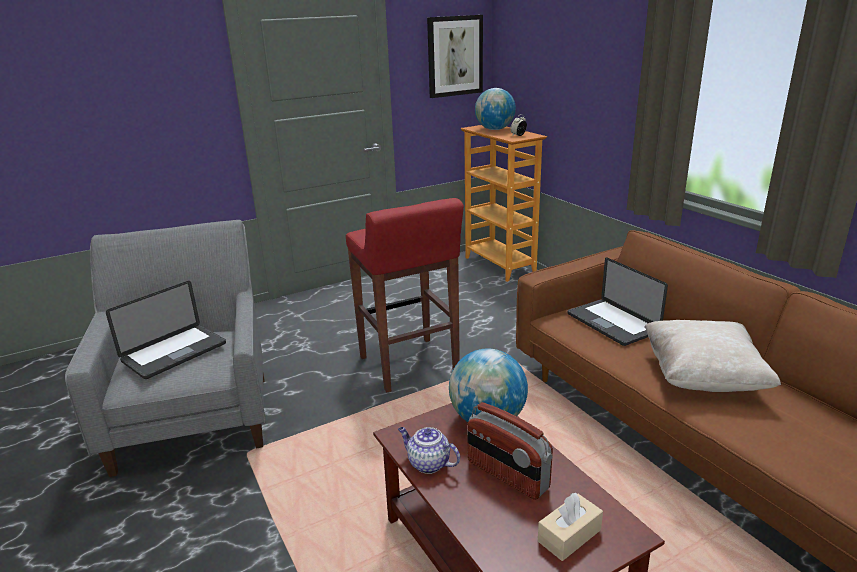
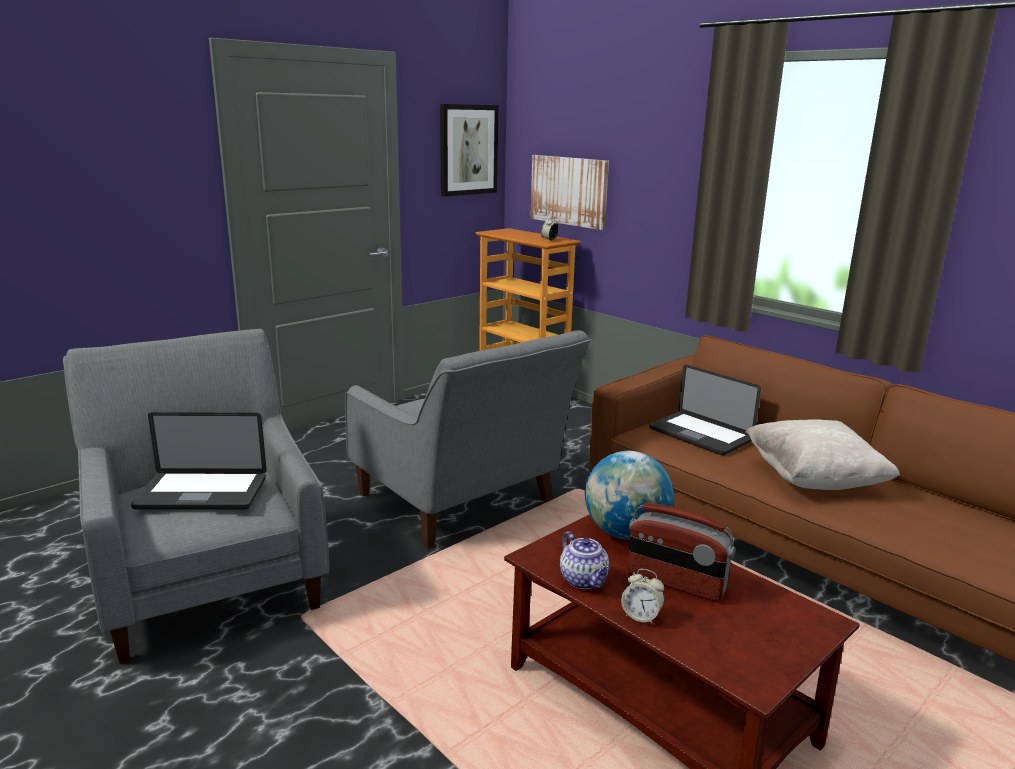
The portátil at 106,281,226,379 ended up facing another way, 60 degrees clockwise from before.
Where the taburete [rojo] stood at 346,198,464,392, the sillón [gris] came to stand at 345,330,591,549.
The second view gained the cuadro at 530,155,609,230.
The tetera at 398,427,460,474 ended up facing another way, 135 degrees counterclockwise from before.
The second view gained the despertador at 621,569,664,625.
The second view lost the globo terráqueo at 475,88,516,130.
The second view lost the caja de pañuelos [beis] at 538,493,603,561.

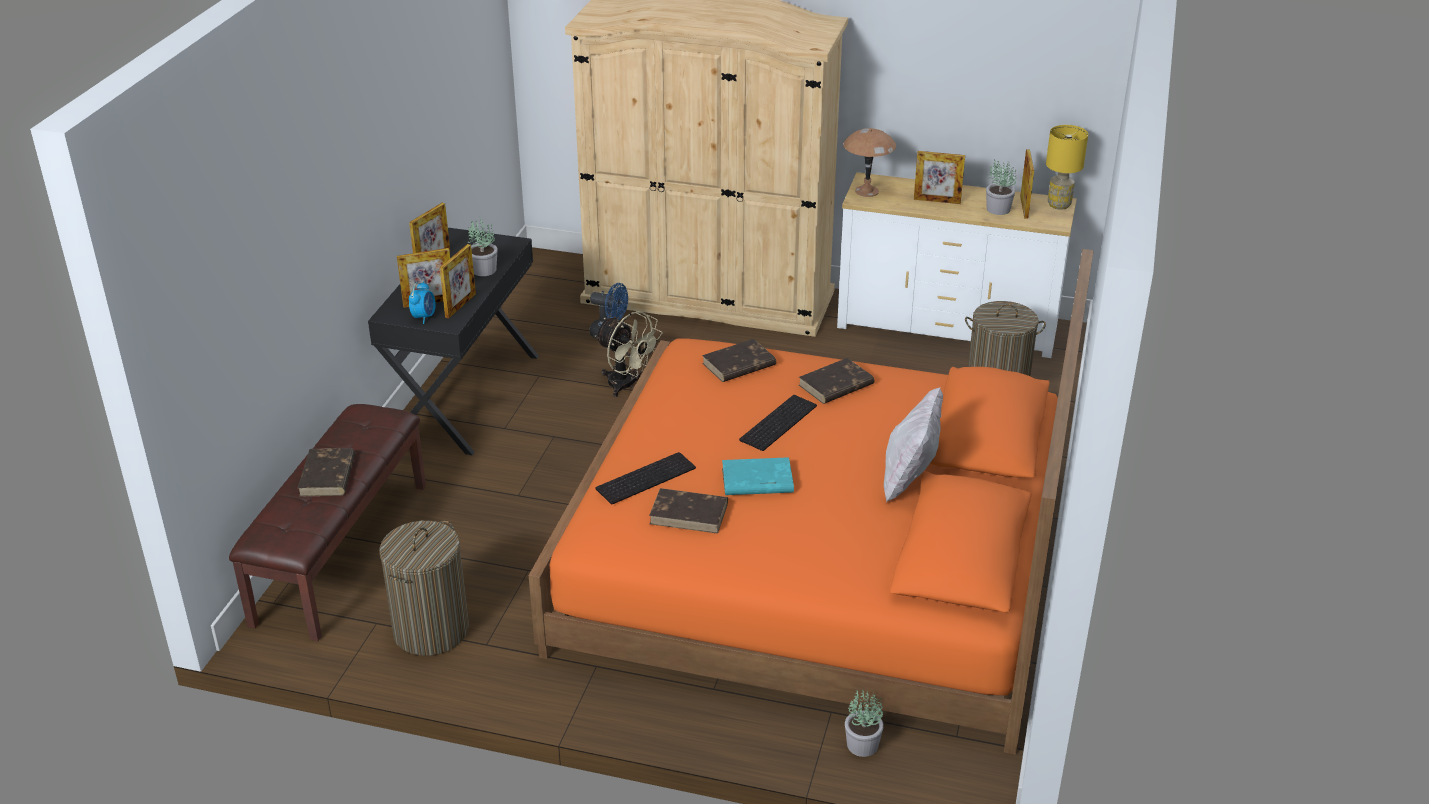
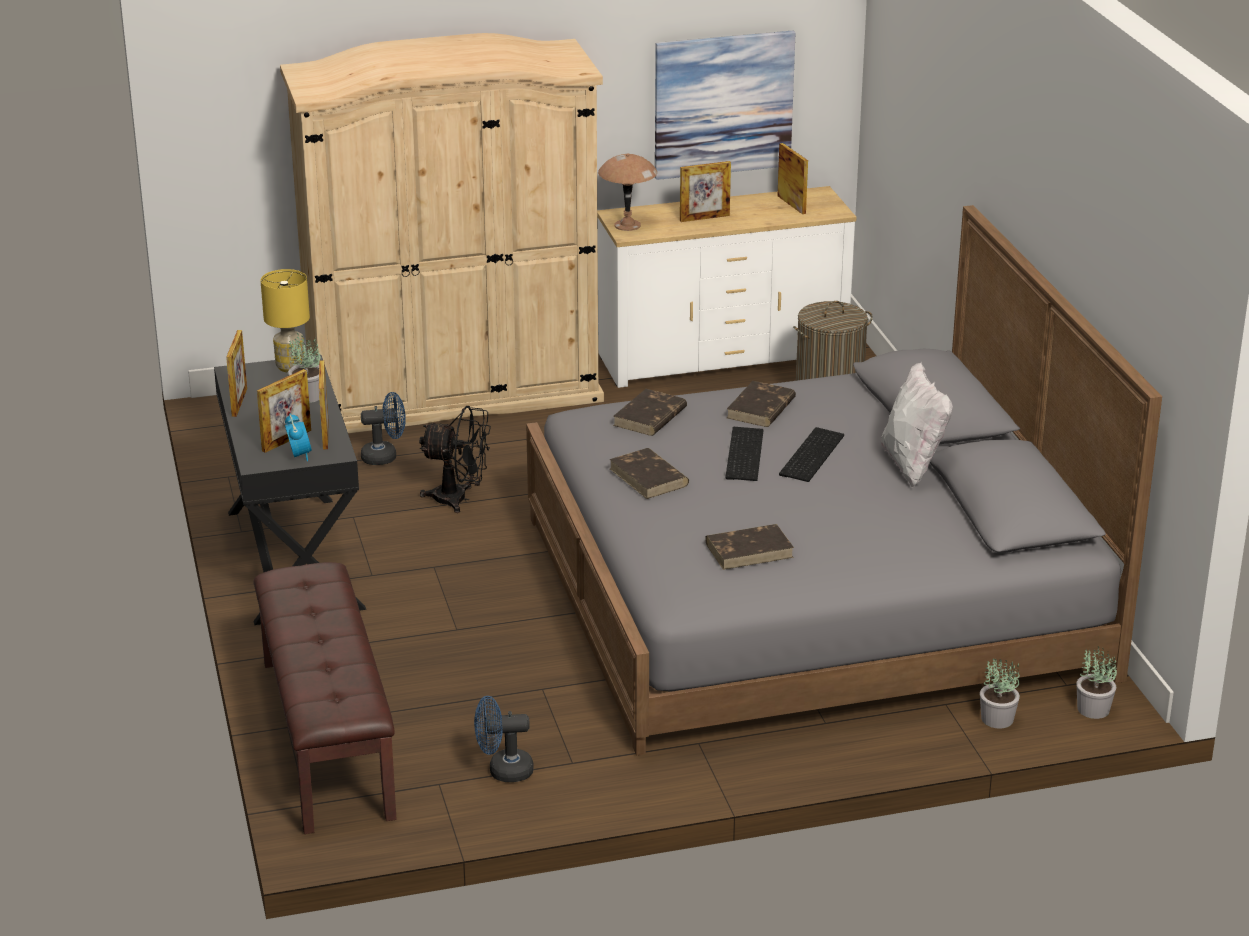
The lámpara de mesa [amarillo] ended up elsewhere, having gone from 1046,125,1088,210 to 261,269,310,372.
What was the ventilador [beis] at 595,311,663,397 turned into the ventilador [negro] at 419,406,491,513.
Where the cesto de la ropa stood at 379,521,469,656, the ventilador [azul] came to stand at 474,696,534,782.
What was the cama [naranja] at 529,249,1094,755 turned into the cama [gris] at 526,205,1162,755.
The libro [marrón] ended up elsewhere, having gone from 298,448,356,497 to 609,448,689,499.
The second view gained the cuadro at 655,31,795,180.
The teclado ended up elsewhere, having gone from 595,452,696,504 to 779,427,844,482.
The planta en maceta ended up elsewhere, having gone from 986,160,1017,215 to 1076,646,1117,719.
The second view lost the libro [turquesa] at 722,457,794,495.

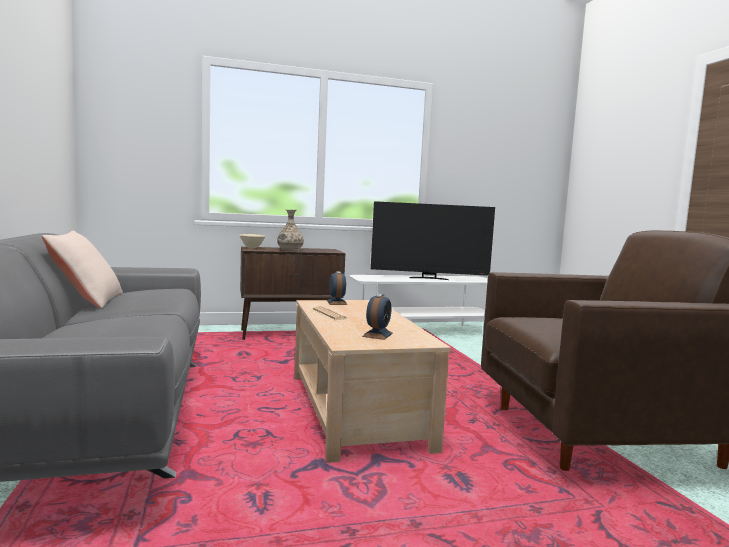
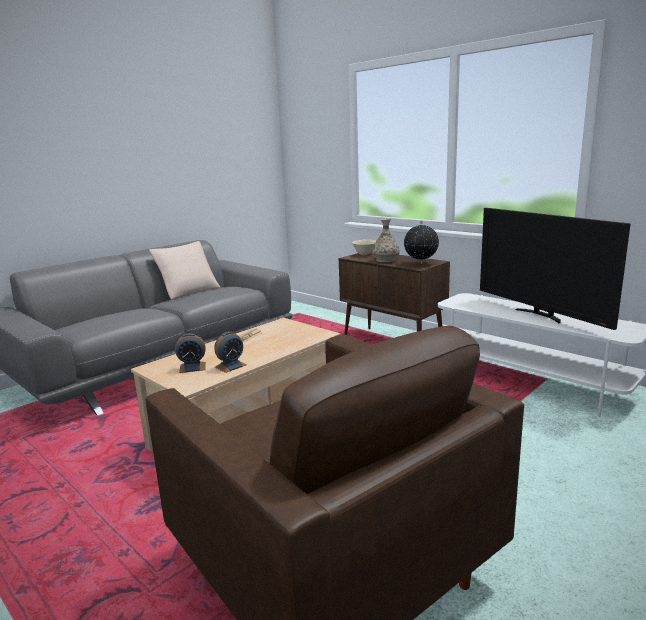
The despertador ended up elsewhere, having gone from 327,271,347,305 to 214,331,246,373.
The second view gained the globo terráqueo at 404,221,439,264.

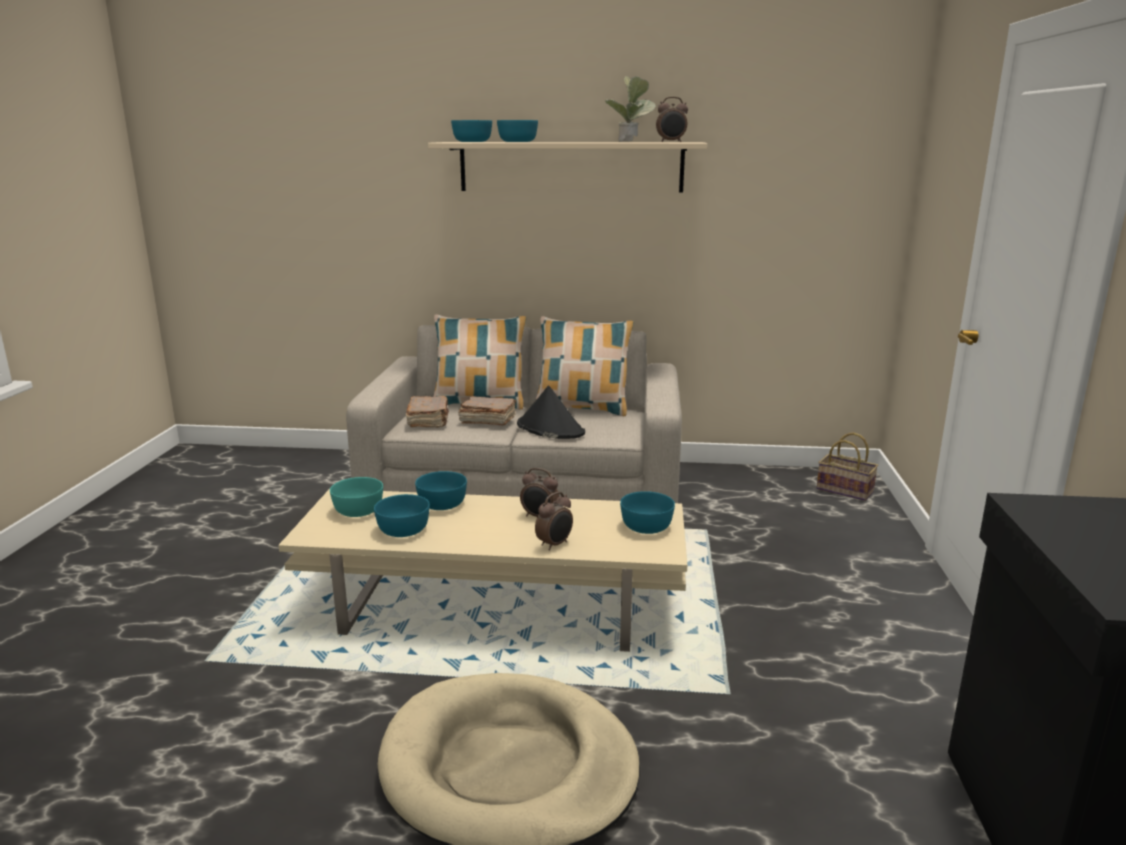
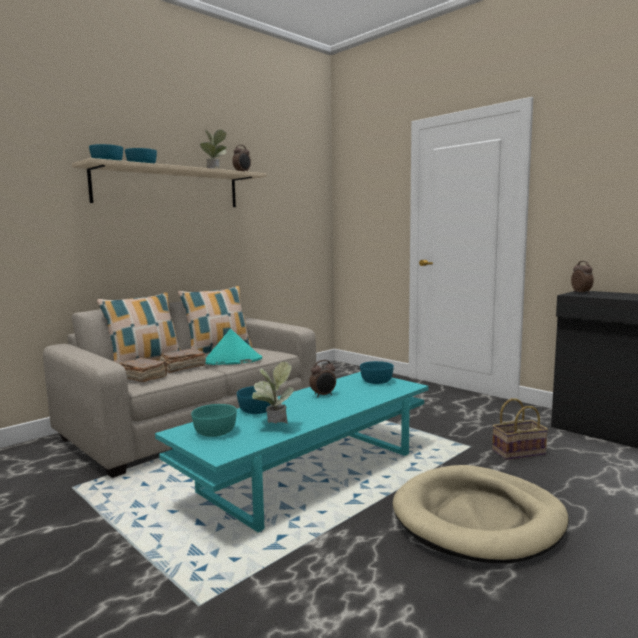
What was the mesa de centro [beis] at 278,489,687,652 turned into the mesa de centro [turquesa] at 155,372,428,532.
What was the sombrero [negro] at 517,385,585,439 turned into the sombrero [turquesa] at 205,329,262,365.
Where the cuenco [turquesa] stood at 374,494,430,537, the planta en maceta came to stand at 252,362,293,424.
The cesta ended up elsewhere, having gone from 817,432,878,501 to 492,398,548,460.
The despertador ended up elsewhere, having gone from 535,492,573,551 to 571,261,594,294.

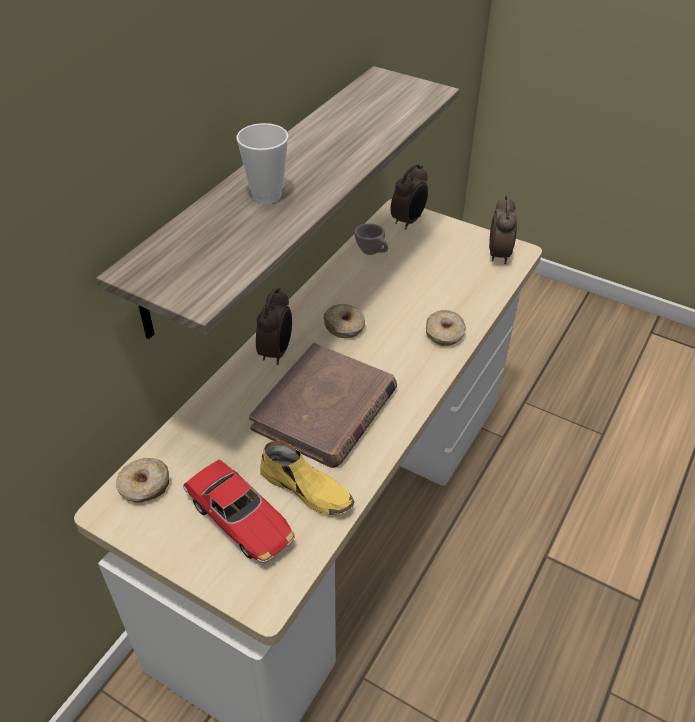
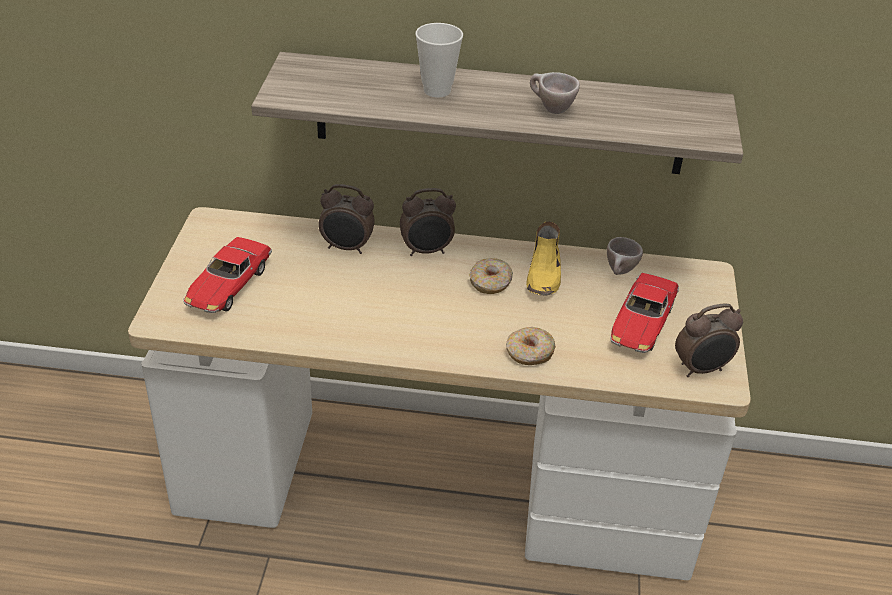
The despertador ended up elsewhere, having gone from 391,164,428,230 to 318,184,375,254.
The zapato [amarillo] ended up elsewhere, having gone from 260,440,354,515 to 526,221,561,295.
The second view gained the taza [beis] at 530,72,580,114.
The second view gained the coche de juguete at 610,273,679,353.
The second view lost the rosquilla at 116,458,169,503.
The second view lost the libro [marrón] at 249,343,397,468.

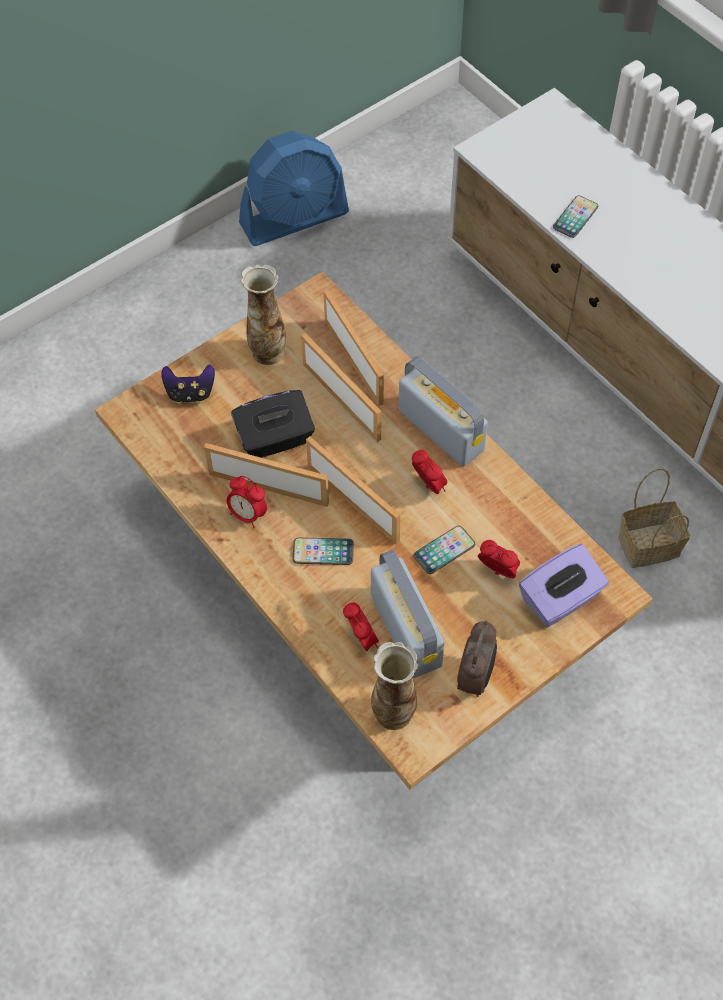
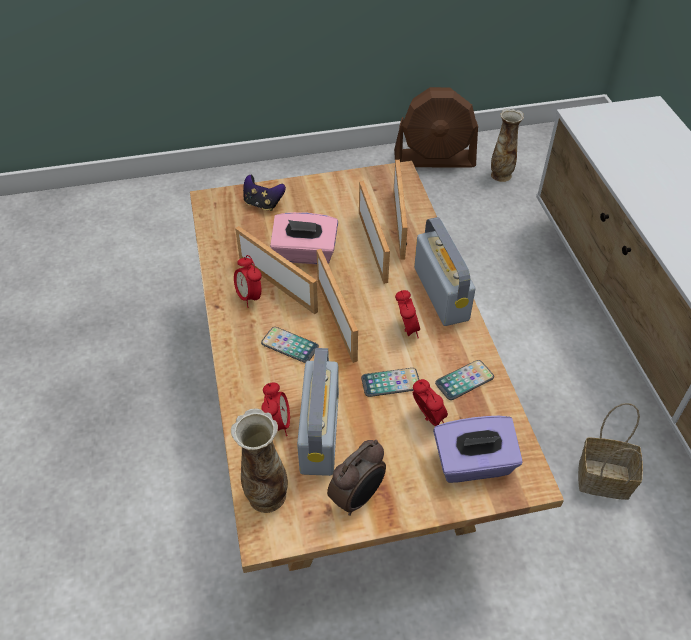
What was the caja de pañuelos [negro] at 231,390,315,458 turned into the caja de pañuelos [rosa] at 270,212,338,264.
What was the ventilador [azul] at 239,131,349,246 turned into the ventilador [marrón] at 394,87,478,168.
The móvil ended up elsewhere, having gone from 553,196,598,238 to 435,360,494,400.
The florero ended up elsewhere, having gone from 241,265,286,365 to 491,108,524,182.

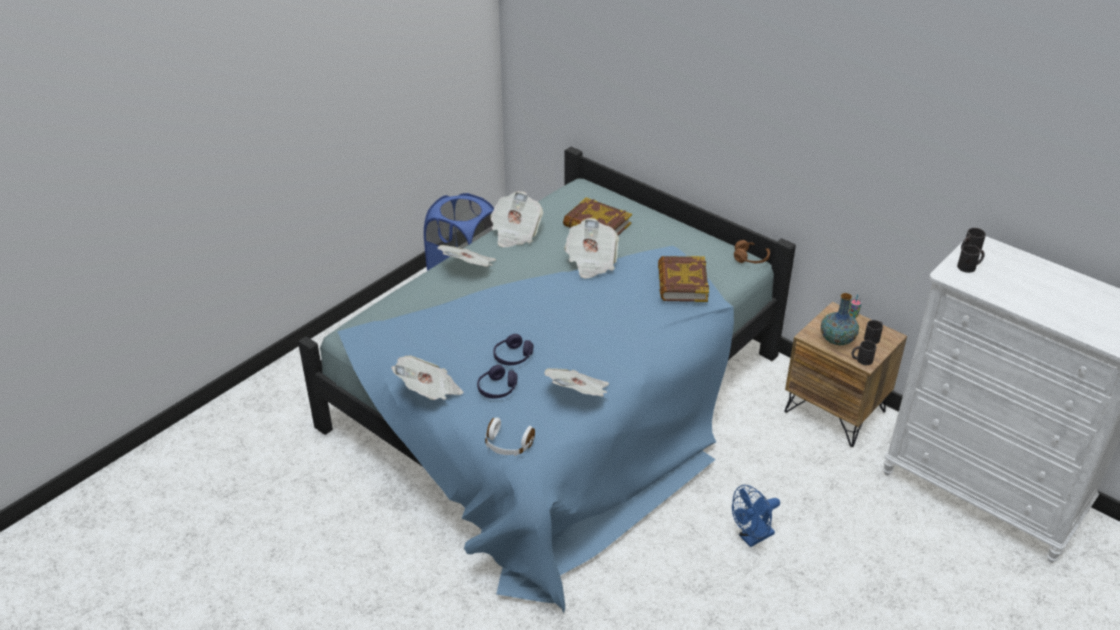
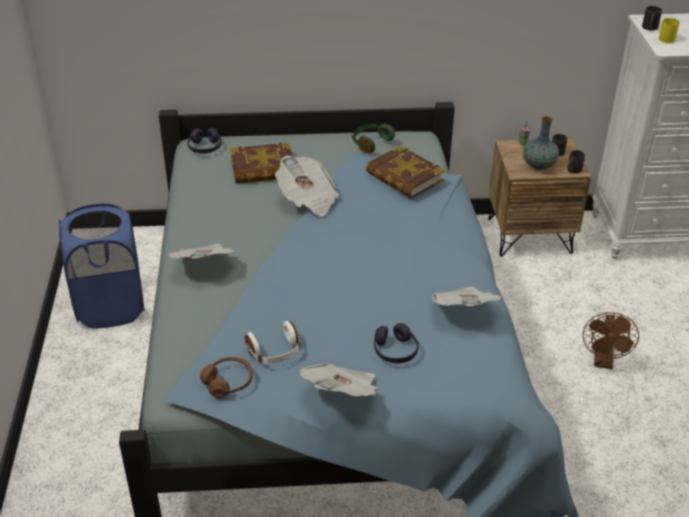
The auriculares [morado] ended up elsewhere, having gone from 493,334,533,365 to 188,128,222,154.
The auriculares [marrón] ended up elsewhere, having gone from 734,240,770,263 to 200,357,253,398.
The auriculares [blanco] ended up elsewhere, having gone from 485,418,535,456 to 245,321,300,364.
The second view gained the auriculares [verde] at 352,124,395,153.
What was the ventilador [azul] at 732,485,780,547 turned into the ventilador [marrón] at 583,312,639,369.
What was the taza grande [negro] at 957,245,985,273 turned into the taza grande [amarillo] at 659,18,680,43.
The second view lost the periódico at 490,191,543,247.

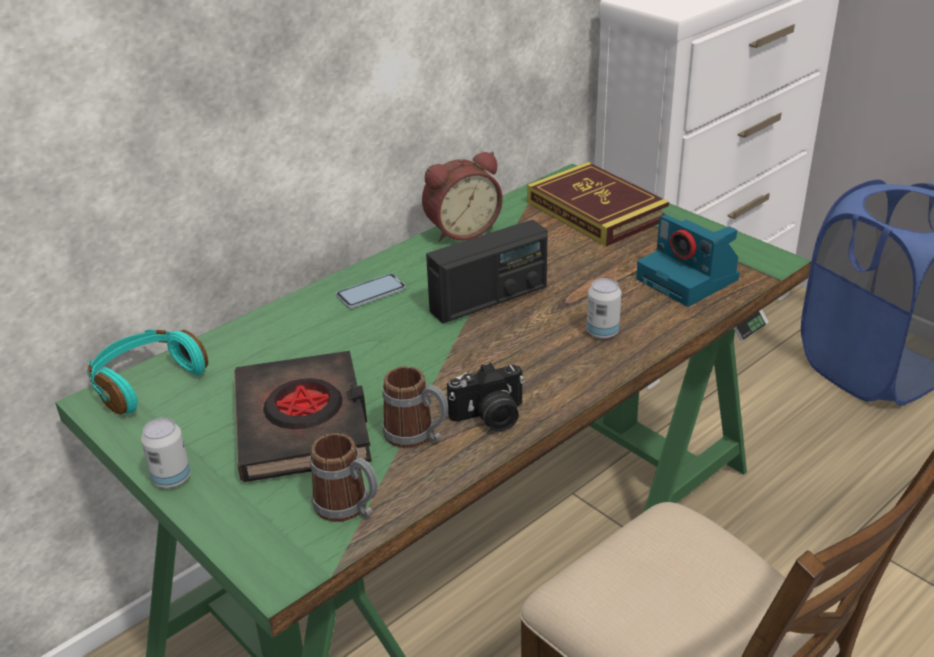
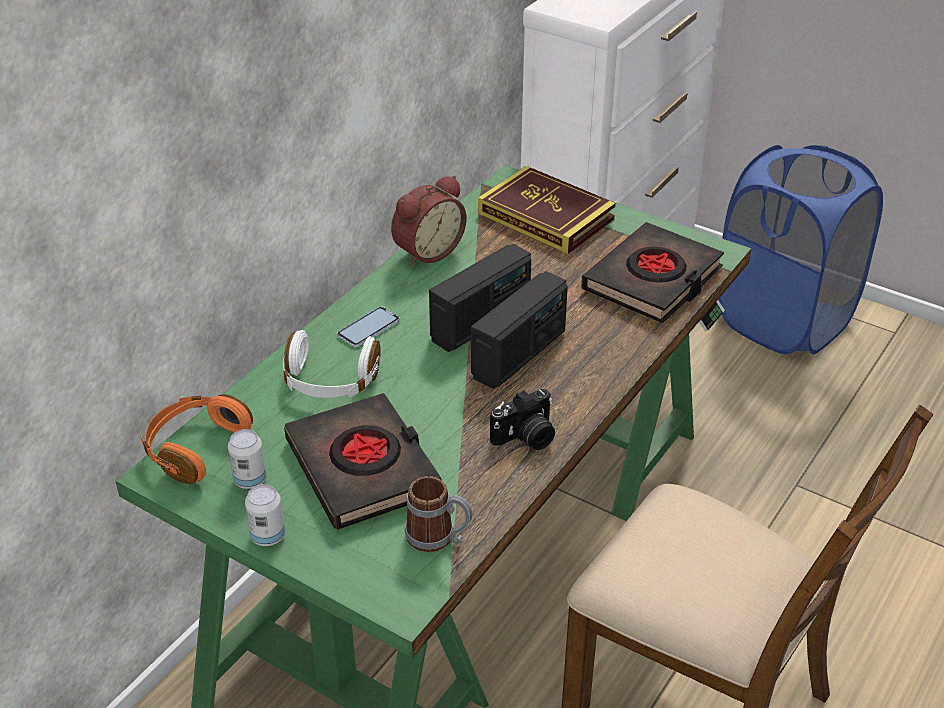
What was the auriculares [turquesa] at 88,330,208,415 turned into the auriculares [naranja] at 140,394,253,484.
The lata ended up elsewhere, having gone from 587,278,622,339 to 228,429,266,489.
The second view gained the auriculares [blanco] at 283,330,381,398.
The second view gained the radio at 471,271,568,389.
Where the cámara stood at 636,214,740,307, the libro [negro] came to stand at 581,222,724,323.
The second view lost the taza grande at 382,366,448,448.

